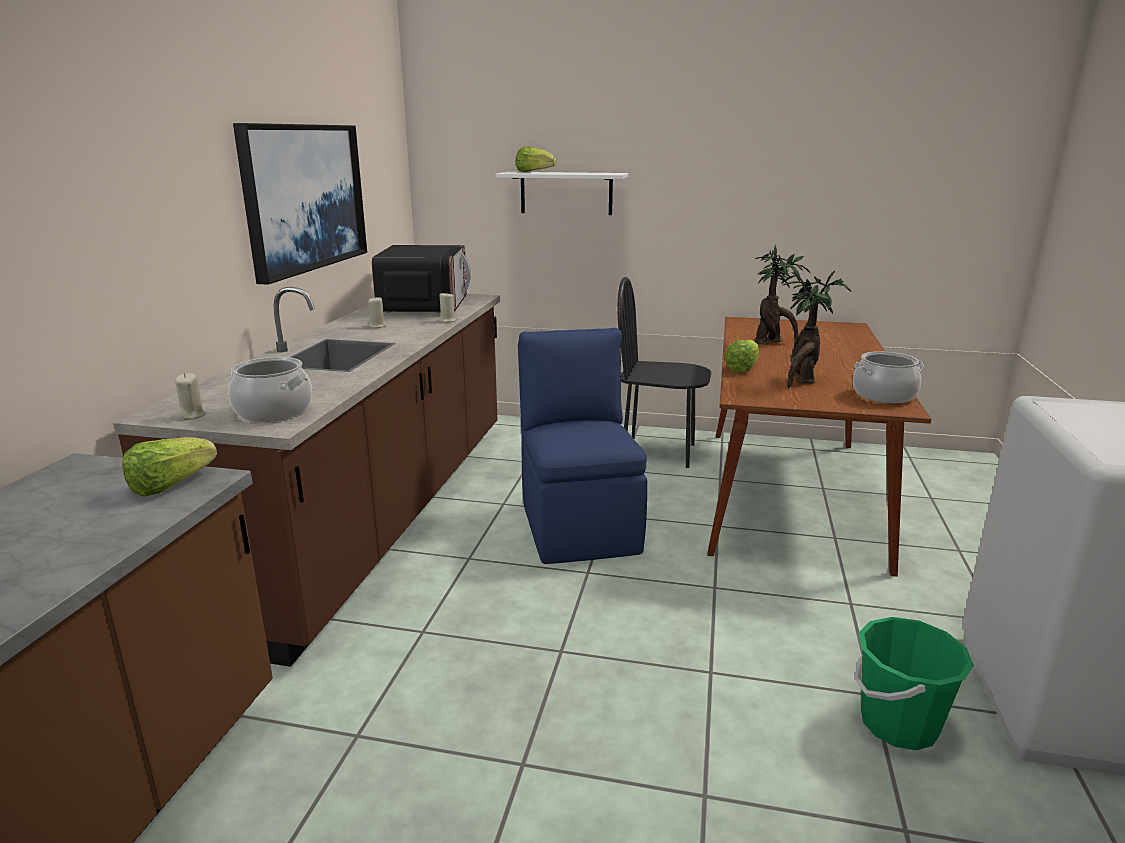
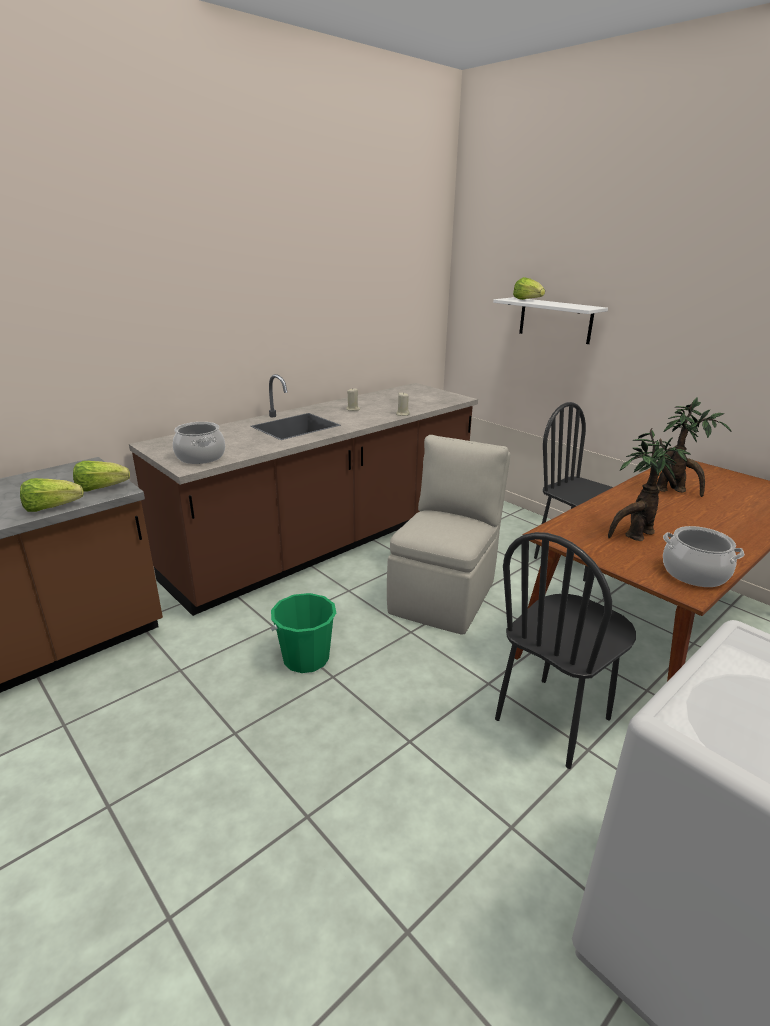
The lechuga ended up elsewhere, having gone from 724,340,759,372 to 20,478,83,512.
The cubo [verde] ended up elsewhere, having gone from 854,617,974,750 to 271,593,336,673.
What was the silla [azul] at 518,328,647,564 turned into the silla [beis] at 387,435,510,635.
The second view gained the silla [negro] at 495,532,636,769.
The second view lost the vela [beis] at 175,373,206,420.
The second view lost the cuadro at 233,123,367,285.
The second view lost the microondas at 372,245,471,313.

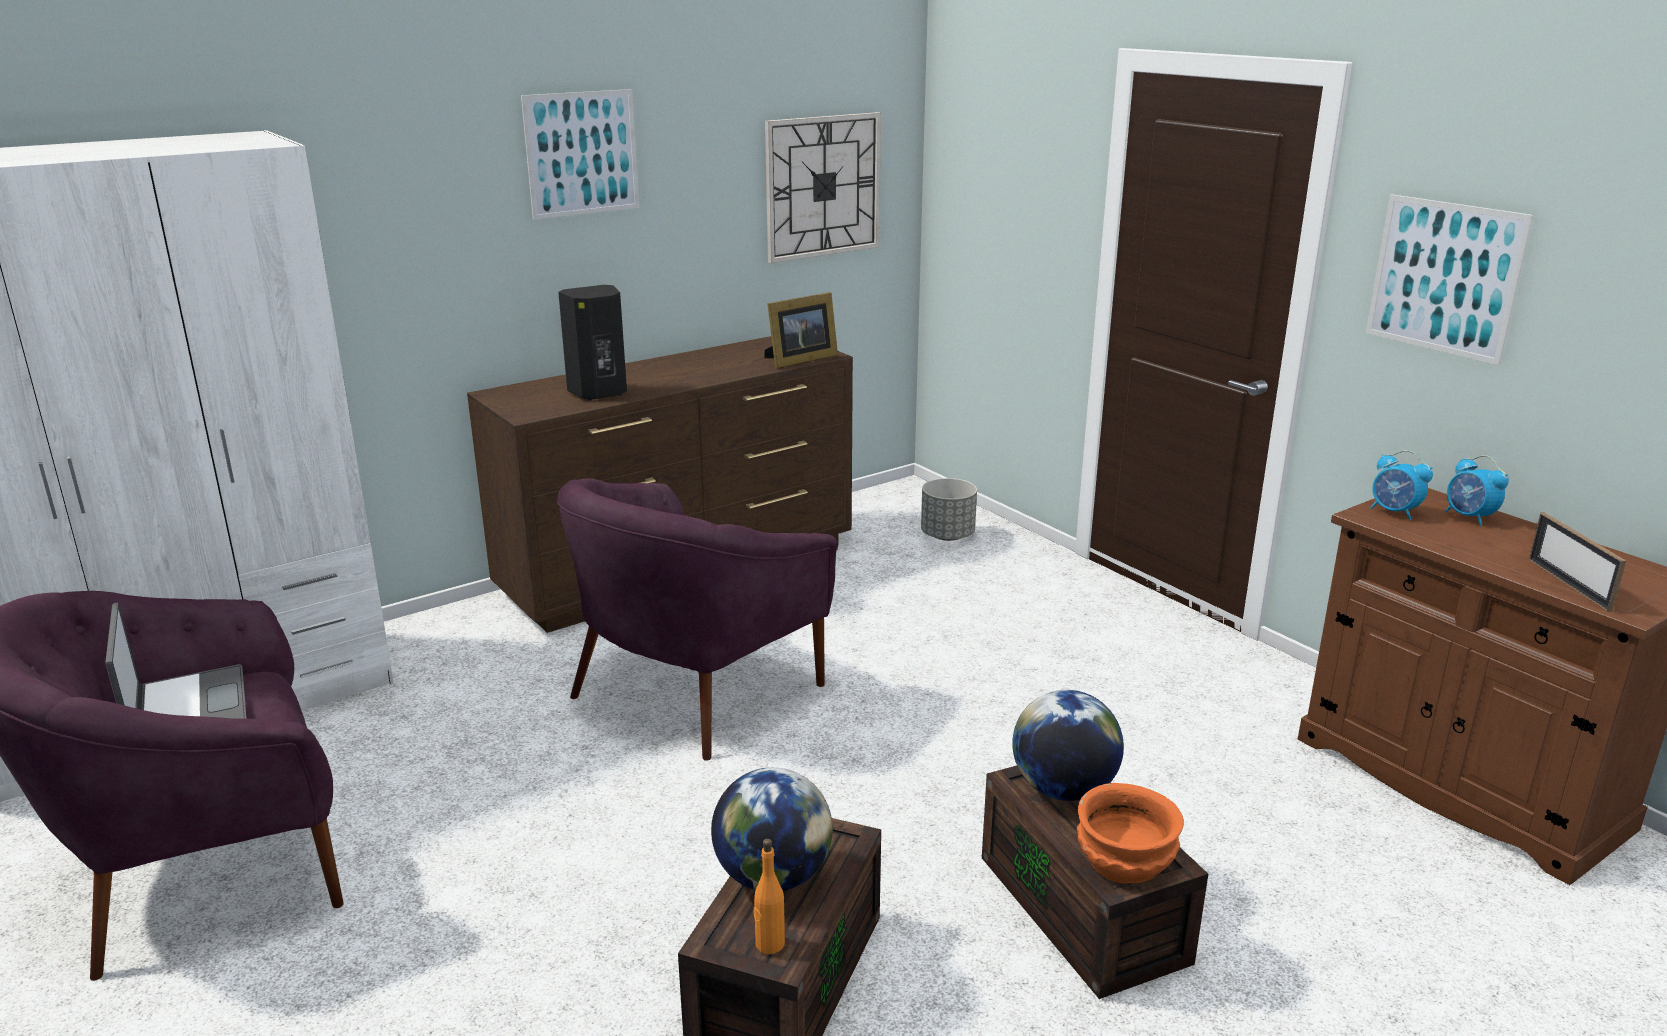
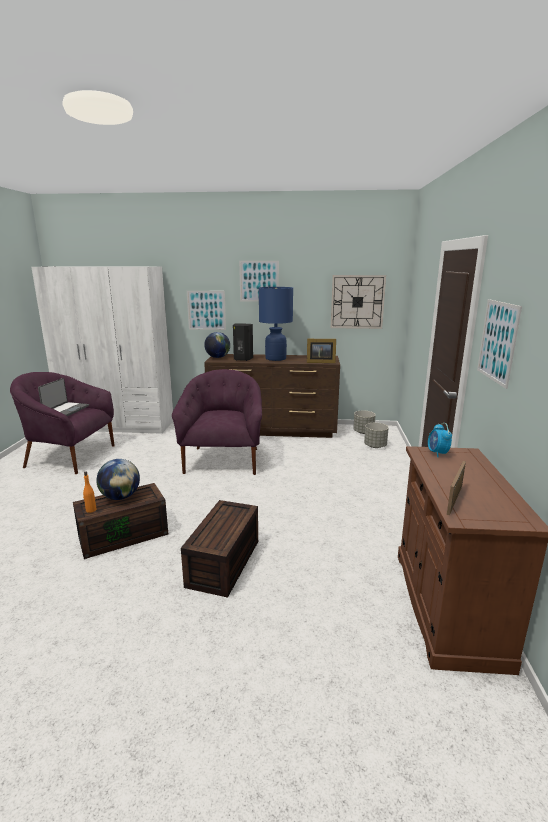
The sillón [morado] at 556,478,838,761 ended up facing another way, 105 degrees clockwise from before.
The second view gained the cuadro at 187,291,226,330.
The globo terráqueo ended up elsewhere, having gone from 1012,690,1124,801 to 204,332,230,358.
The second view gained the lámpara de mesa [azul] at 259,287,293,361.
The second view gained the maceta [gris] at 353,411,376,434.
The second view lost the cuenco [naranja] at 1077,783,1184,883.
The second view lost the despertador at 1445,455,1509,526.

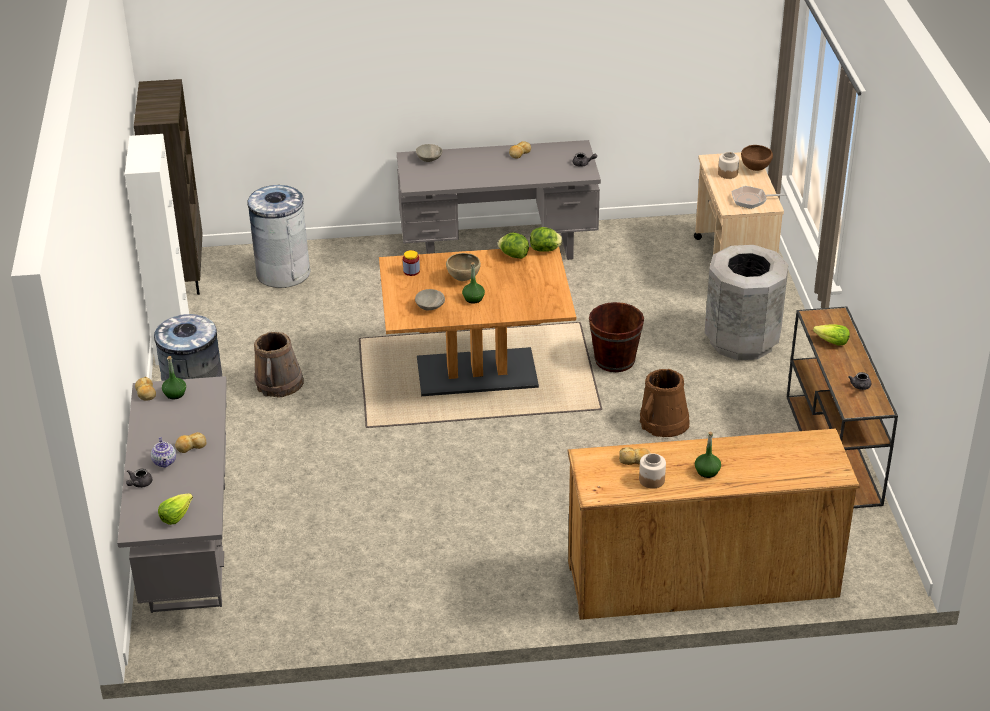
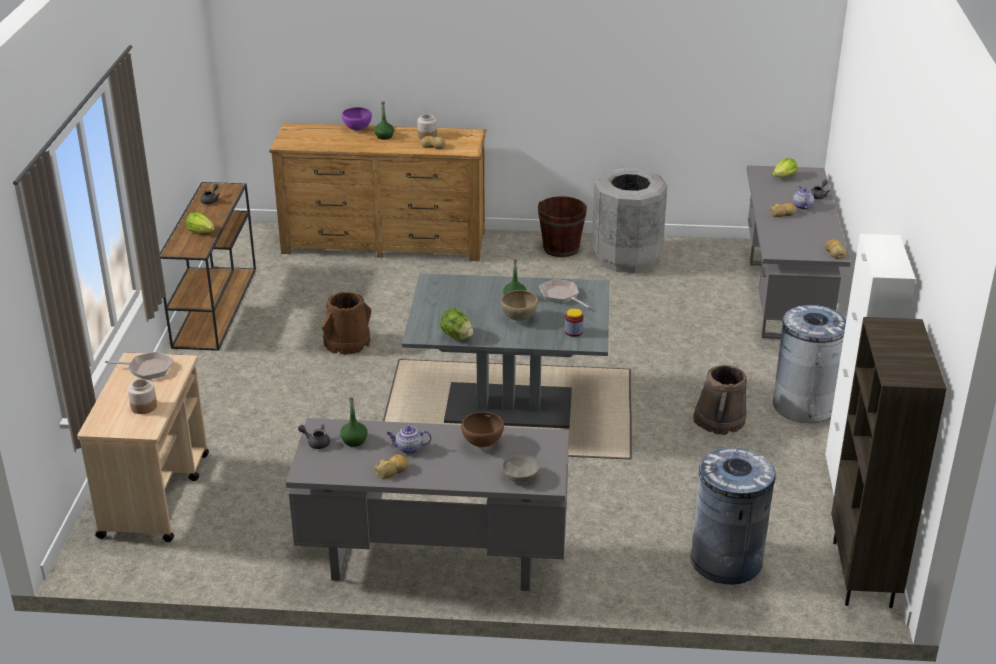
The botella [verde] ended up elsewhere, having gone from 162,356,186,399 to 340,397,368,447.
The second view gained the cuenco [morado] at 342,107,372,131.
The second view gained the tetera at 387,426,432,454.
What was the mesa de comedor [marrón] at 379,247,576,396 turned into the mesa de comedor [gris] at 402,273,609,429.
The cuenco [marrón] ended up elsewhere, having gone from 741,145,773,171 to 461,412,504,447.
The cubo [marrón] ended up elsewhere, having gone from 589,302,644,372 to 538,196,587,257.
Where the cuenco [gris] stood at 415,289,445,310, the sartén came to stand at 539,279,590,308.
The papelera [gris] ended up elsewhere, having gone from 705,245,789,360 to 592,168,667,273.
The second view lost the lechuga at 530,227,562,252.

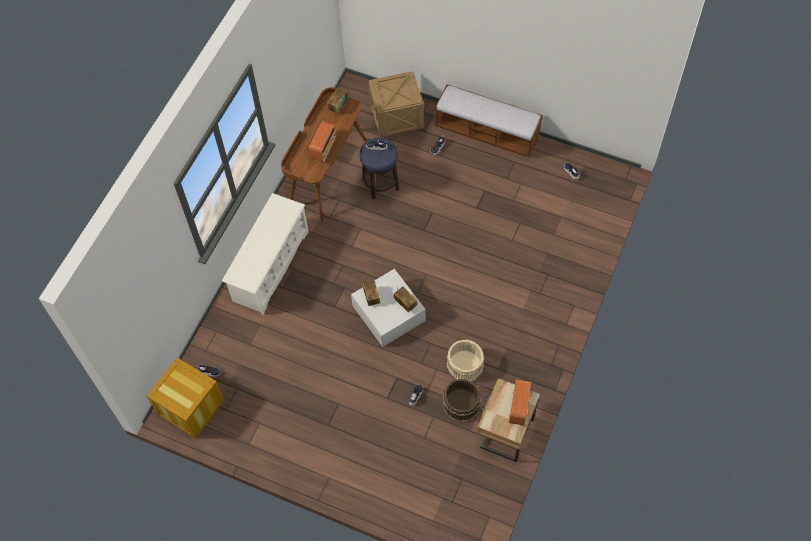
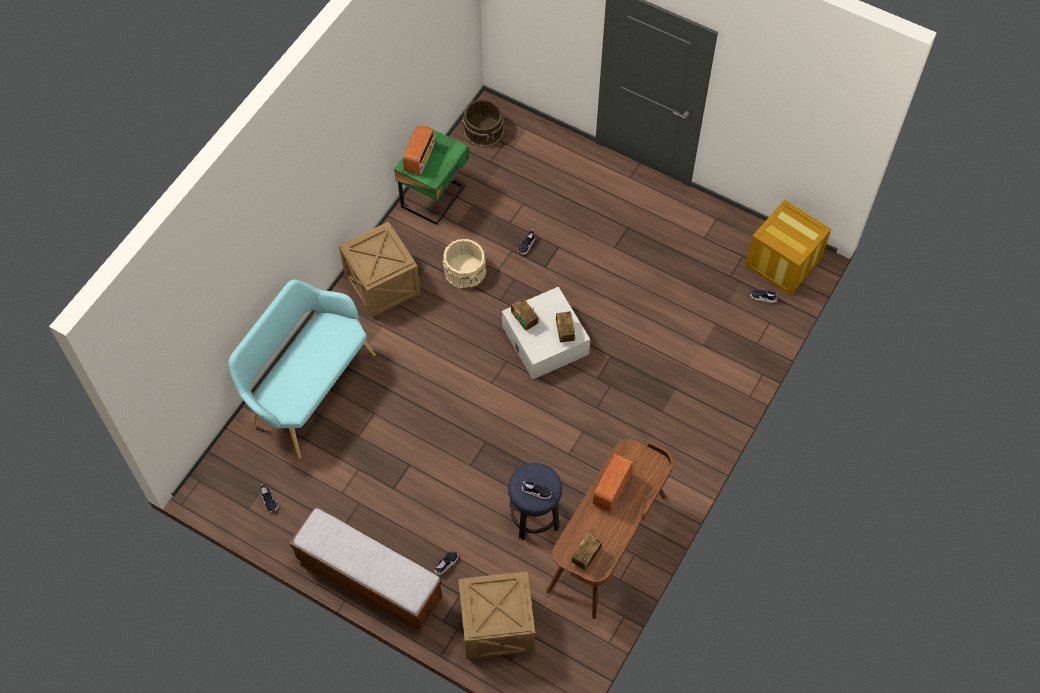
The second view gained the banco [turquesa] at 228,279,376,459.
The second view gained the caja de embalaje at 339,222,421,318.
What was the mesita de noche [beis] at 477,378,540,462 turned into the mesita de noche [verde] at 394,127,469,225.
The cubo [marrón] ended up elsewhere, having gone from 443,379,481,422 to 463,99,504,147.
The second view lost the zapatero [blanco] at 222,193,309,315.

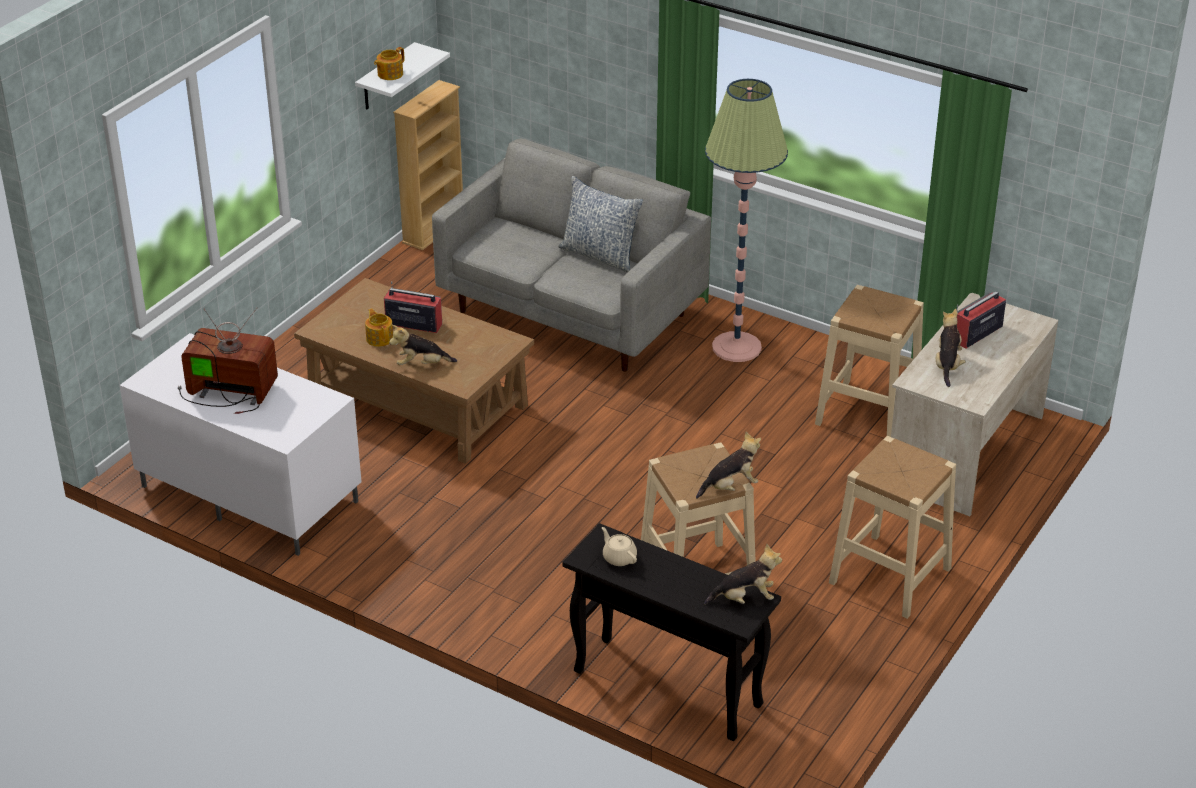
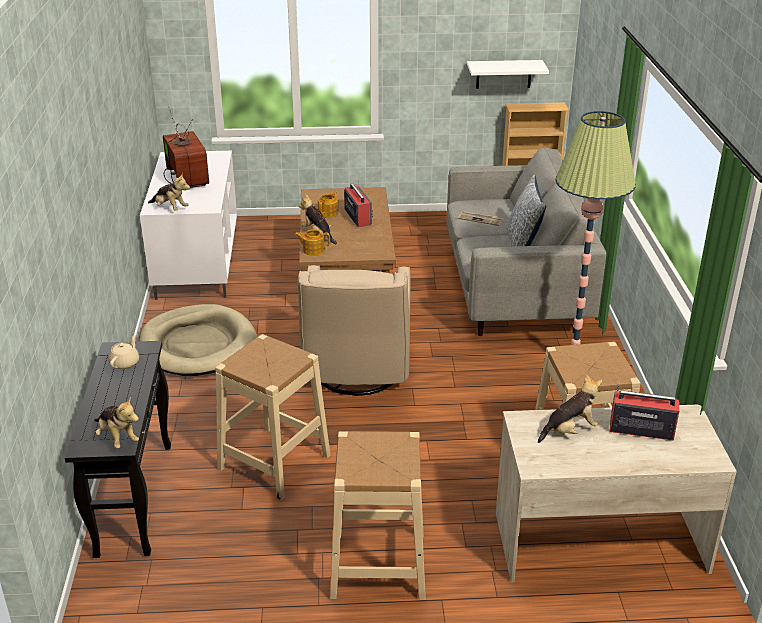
The second view gained the cama para perro [beis] at 140,304,257,376.
The peluche ended up elsewhere, having gone from 696,432,761,499 to 148,174,190,211.
The tetera ended up elsewhere, having gone from 374,47,404,80 to 295,229,330,256.
The second view gained the sillón [beis] at 298,265,411,396.
The second view gained the periódico at 458,211,505,226.

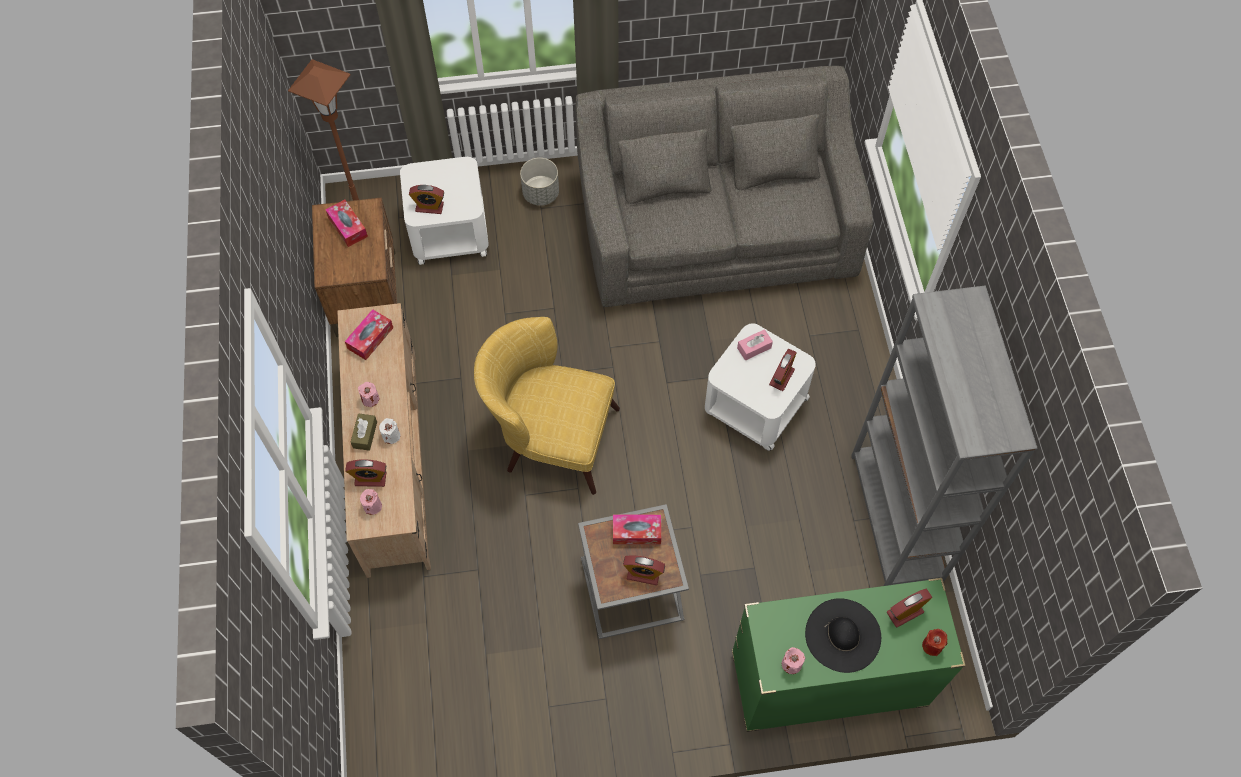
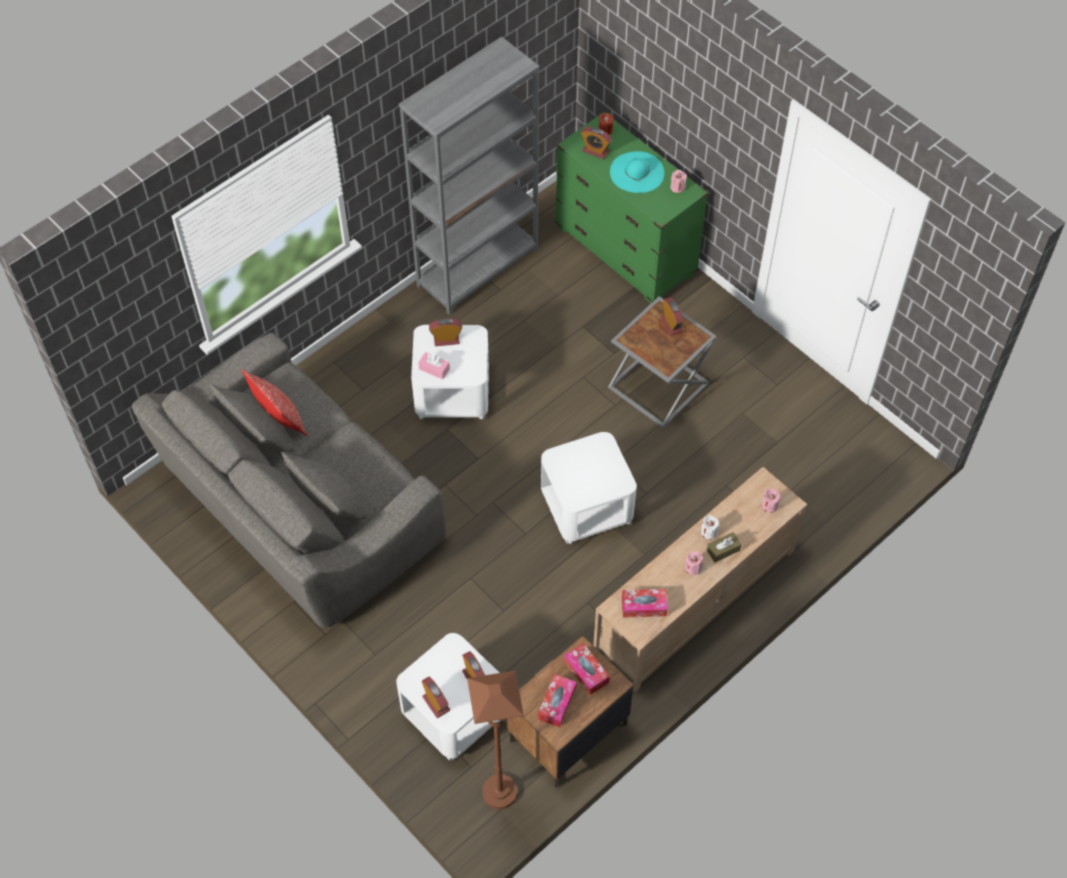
The second view gained the cojín at 242,369,308,436.
The despertador ended up elsewhere, having gone from 345,459,387,487 to 422,677,450,718.
Where the sillón [amarillo] stood at 474,317,620,495, the mesa auxiliar [blanco] came to stand at 541,432,637,544.
The caja de pañuelos ended up elsewhere, having gone from 613,515,661,544 to 564,643,610,695.
What was the sombrero [negro] at 805,598,881,673 turned into the sombrero [turquesa] at 610,151,665,193.
The second view lost the maceta [gris] at 520,158,559,206.

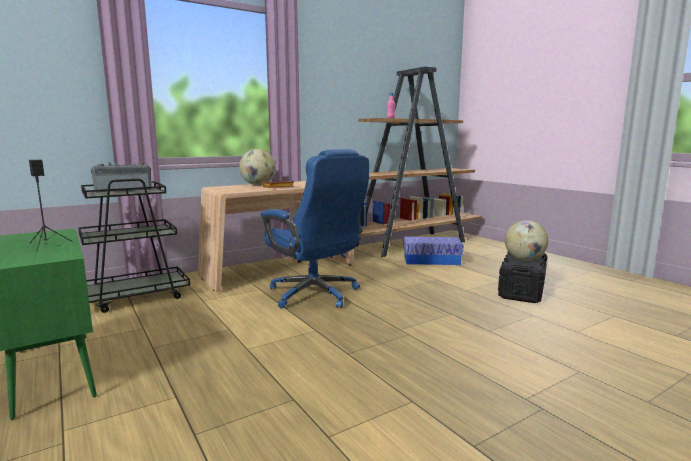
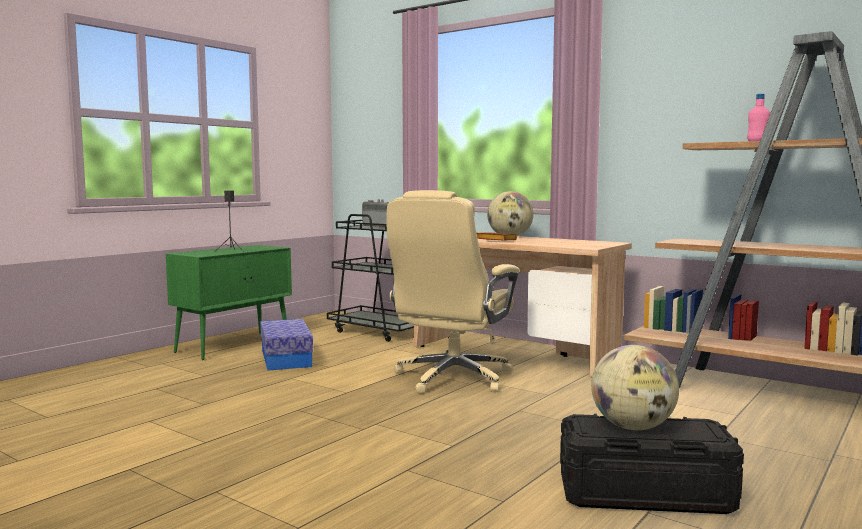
The caja de almacenaje ended up elsewhere, having gone from 403,237,463,265 to 260,319,313,371.
What was the silla de oficina [azul] at 261,149,369,308 turned into the silla de oficina [beis] at 386,190,520,394.

